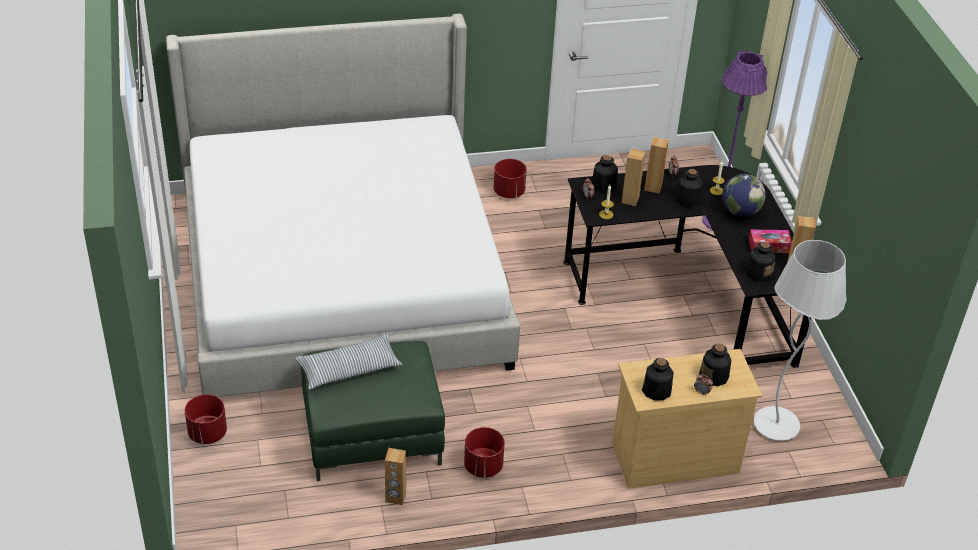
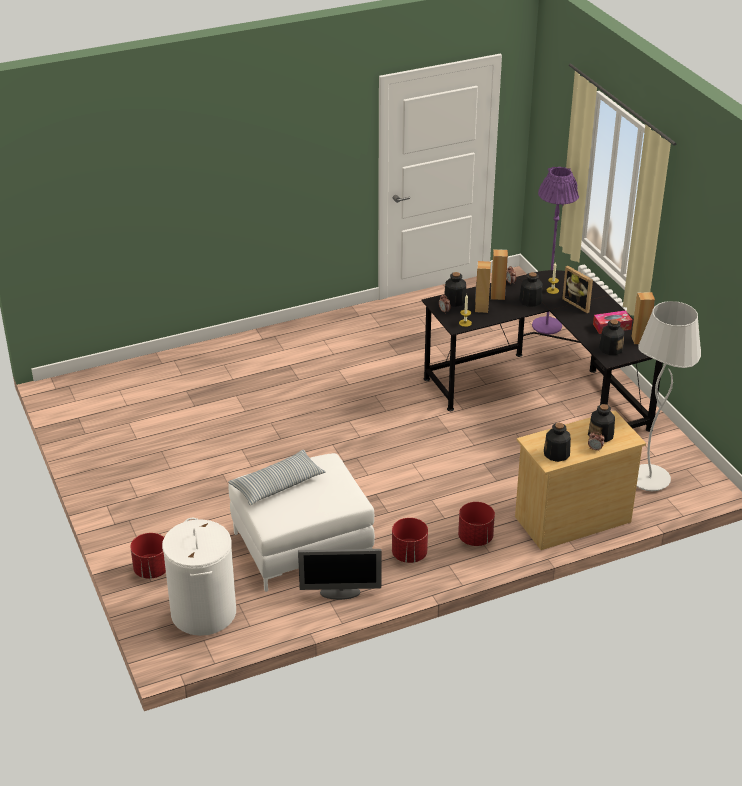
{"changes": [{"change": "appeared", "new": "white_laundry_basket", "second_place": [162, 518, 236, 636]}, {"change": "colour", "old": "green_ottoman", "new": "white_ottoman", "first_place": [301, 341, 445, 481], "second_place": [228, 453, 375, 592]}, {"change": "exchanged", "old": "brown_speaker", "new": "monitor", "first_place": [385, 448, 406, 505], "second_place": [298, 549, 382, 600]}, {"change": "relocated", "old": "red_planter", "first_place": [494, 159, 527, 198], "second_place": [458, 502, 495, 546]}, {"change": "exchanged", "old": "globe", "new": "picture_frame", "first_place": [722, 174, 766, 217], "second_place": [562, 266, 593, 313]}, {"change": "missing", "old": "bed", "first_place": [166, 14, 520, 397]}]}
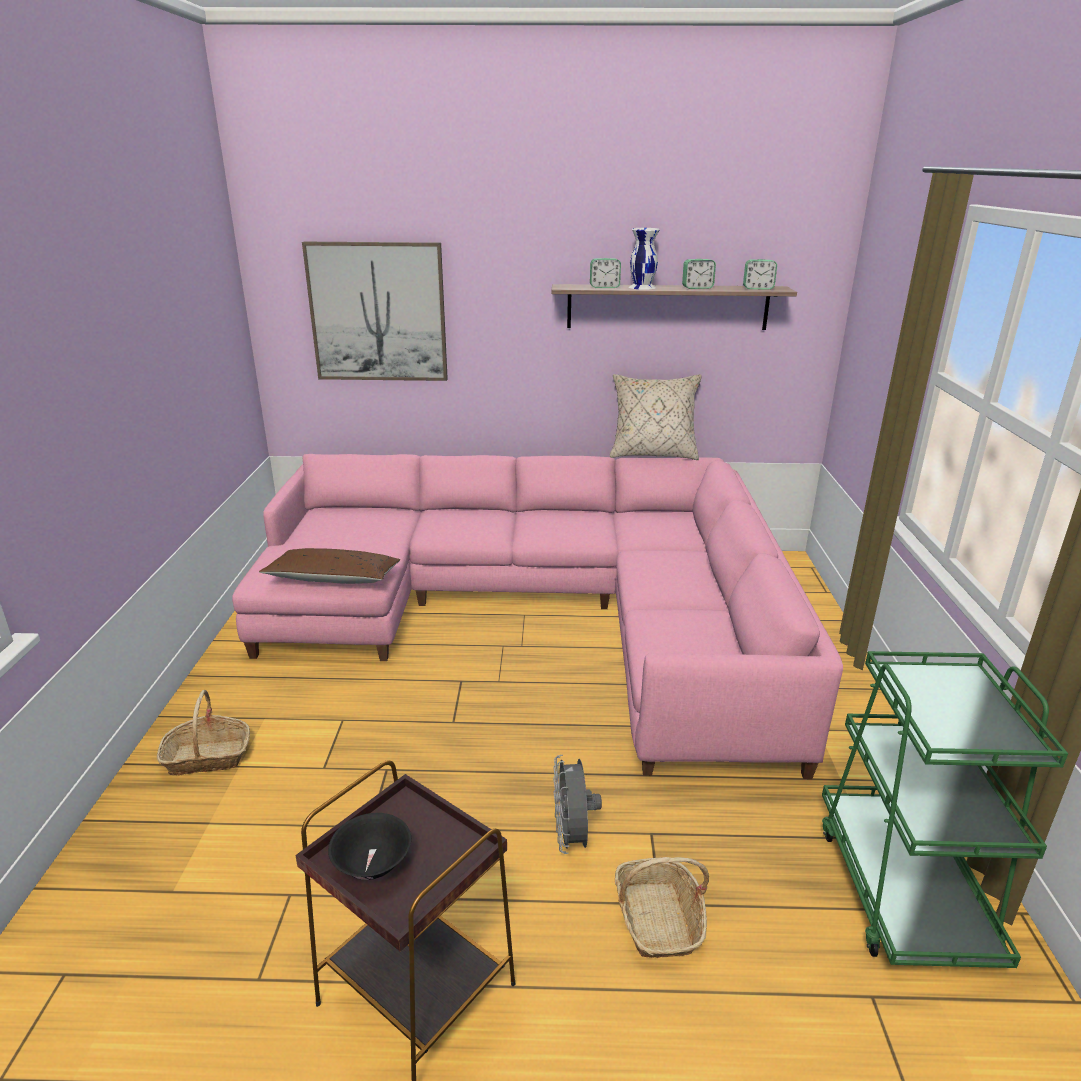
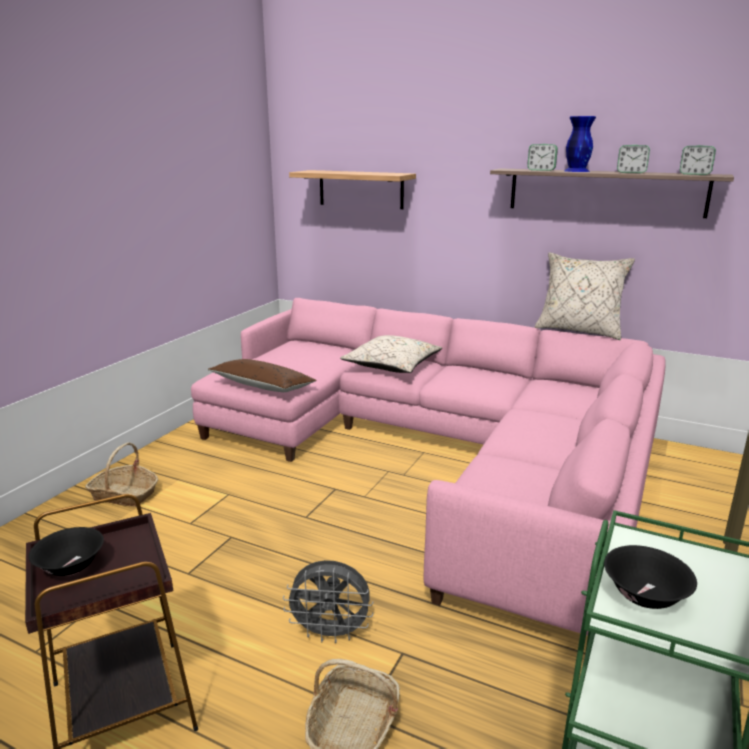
{"changes": [{"change": "spun", "old": "grey_fan", "first_place": [553, 755, 602, 854], "second_place": [283, 560, 373, 643], "degrees": -105}, {"change": "exchanged", "old": "picture", "new": "shelf", "first_place": [302, 242, 448, 381], "second_place": [289, 170, 416, 209]}, {"change": "appeared", "new": "beige_pillow", "second_place": [340, 335, 442, 373]}, {"change": "colour", "old": "white_vase", "new": "blue_vase", "first_place": [629, 228, 659, 290], "second_place": [565, 116, 596, 172]}, {"change": "appeared", "new": "black_bowl", "second_place": [604, 545, 697, 609]}]}
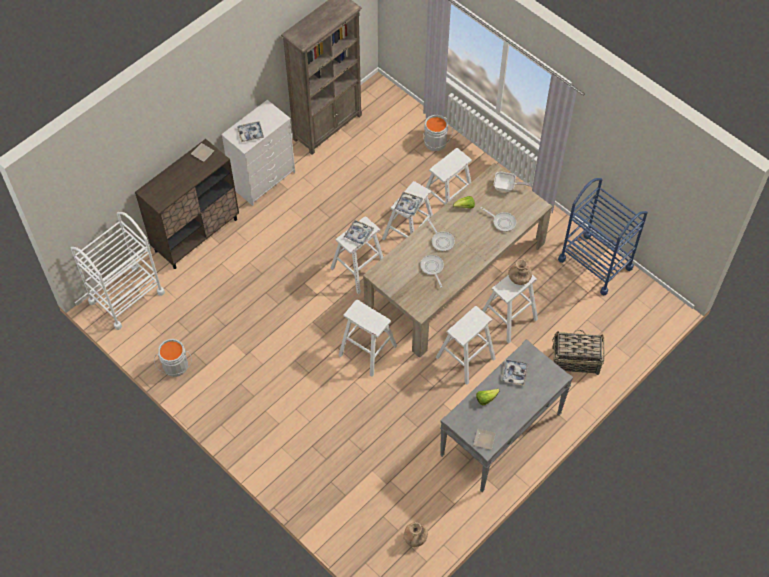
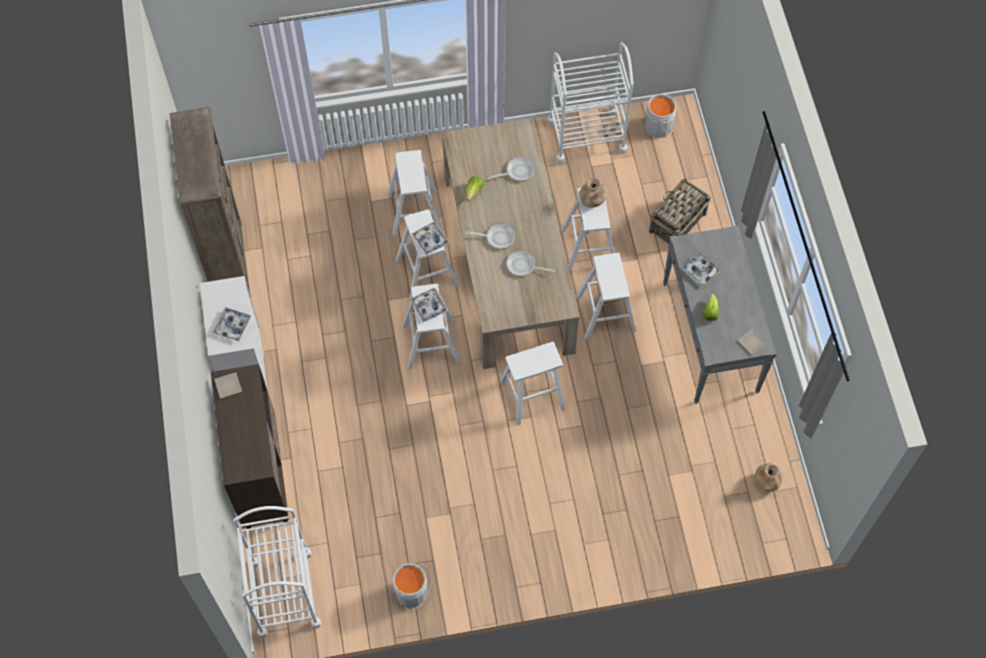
{"changes": [{"change": "colour", "old": "blue_cart", "new": "white_cart", "first_place": [558, 178, 648, 296], "second_place": [547, 42, 633, 164]}, {"change": "relocated", "old": "grey_bucket", "first_place": [423, 115, 453, 151], "second_place": [645, 94, 676, 138]}, {"change": "missing", "old": "frying_pan", "first_place": [494, 171, 530, 192]}]}
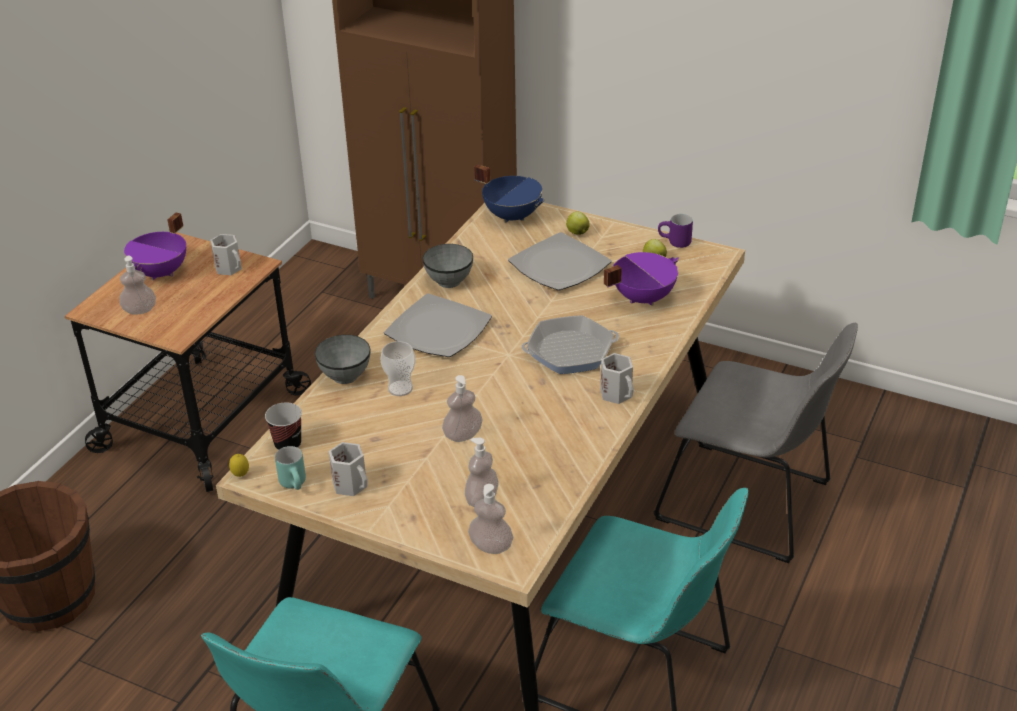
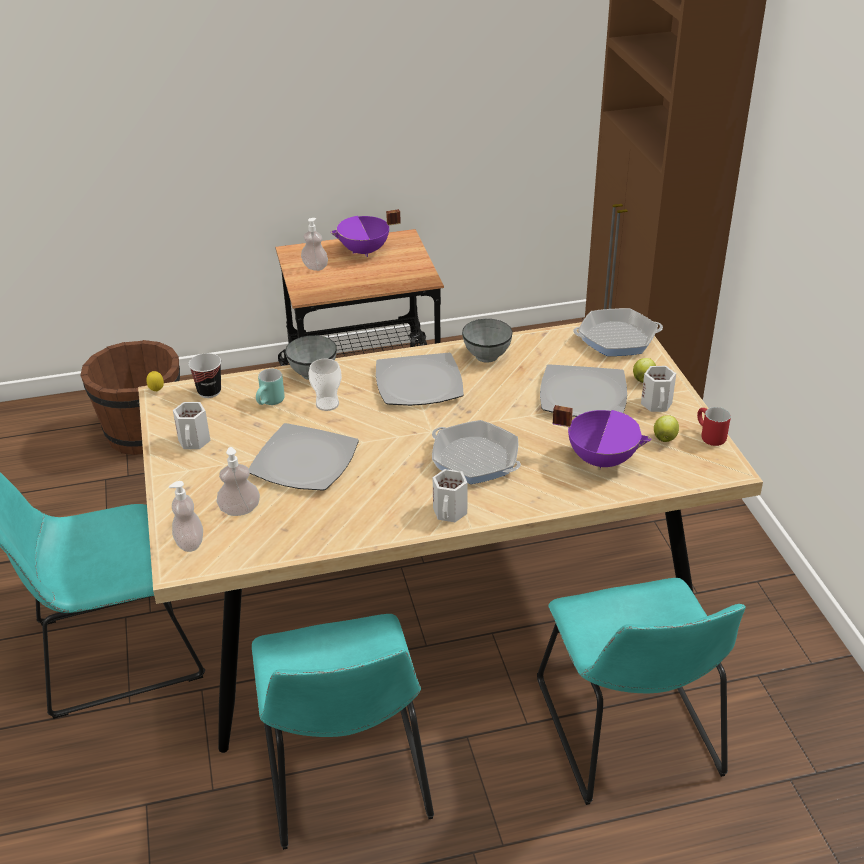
{"changes": [{"change": "exchanged", "old": "soap_dispenser", "new": "plate", "first_place": [442, 375, 483, 442], "second_place": [249, 423, 359, 491]}, {"change": "relocated", "old": "turquoise_mug", "first_place": [275, 446, 306, 490], "second_place": [256, 368, 285, 405]}, {"change": "colour", "old": "grey_chair", "new": "turquoise_chair", "first_place": [653, 323, 858, 563], "second_place": [537, 578, 746, 805]}, {"change": "exchanged", "old": "blue_cooking_pot", "new": "frying_pan", "first_place": [474, 164, 545, 223], "second_place": [573, 308, 663, 356]}, {"change": "relocated", "old": "white_mug", "first_place": [210, 234, 242, 275], "second_place": [641, 366, 676, 412]}, {"change": "colour", "old": "purple_mug", "new": "red_mug", "first_place": [658, 214, 693, 248], "second_place": [697, 407, 731, 446]}]}
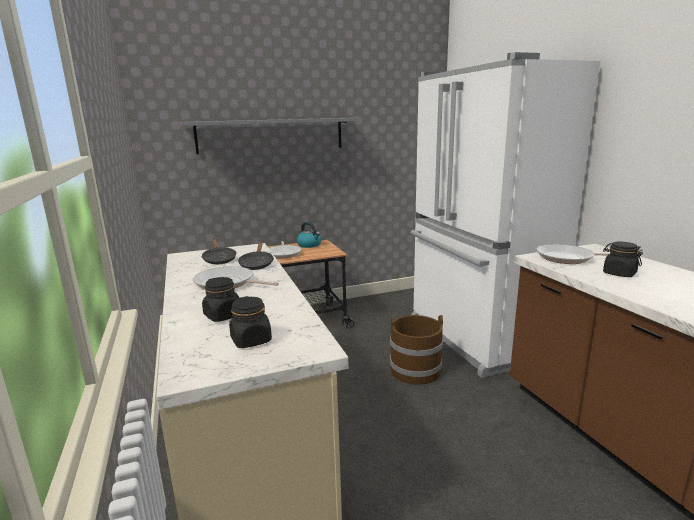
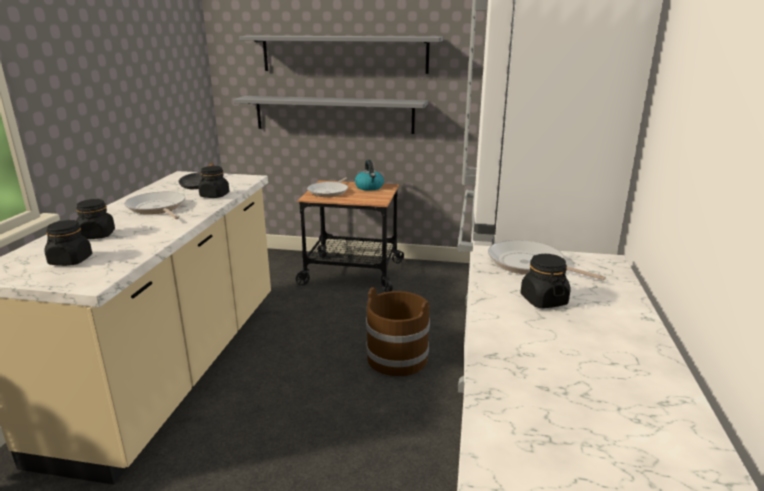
{"changes": [{"change": "exchanged", "old": "black_frying_pan", "new": "black_jar", "first_place": [238, 241, 274, 270], "second_place": [198, 166, 230, 198]}, {"change": "appeared", "new": "grey_shelf", "second_place": [233, 96, 428, 134]}]}
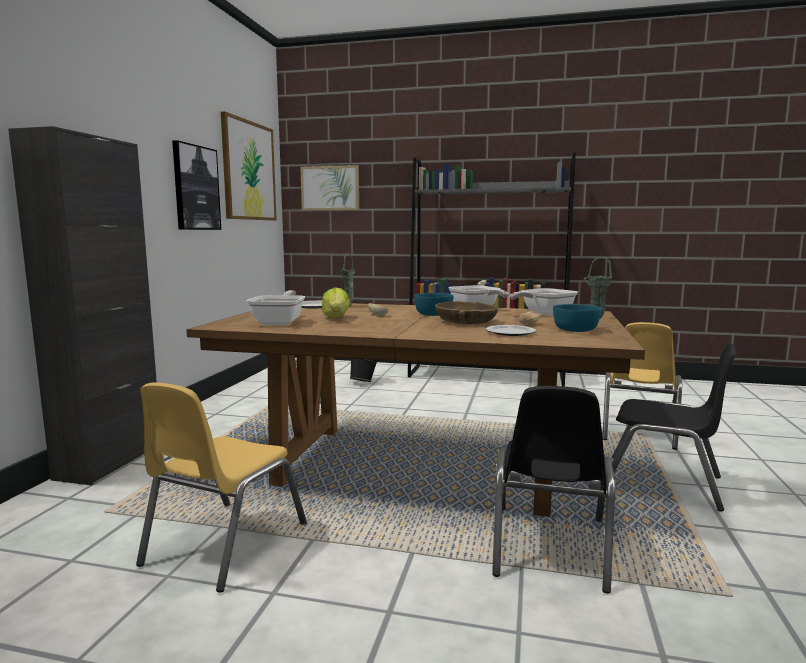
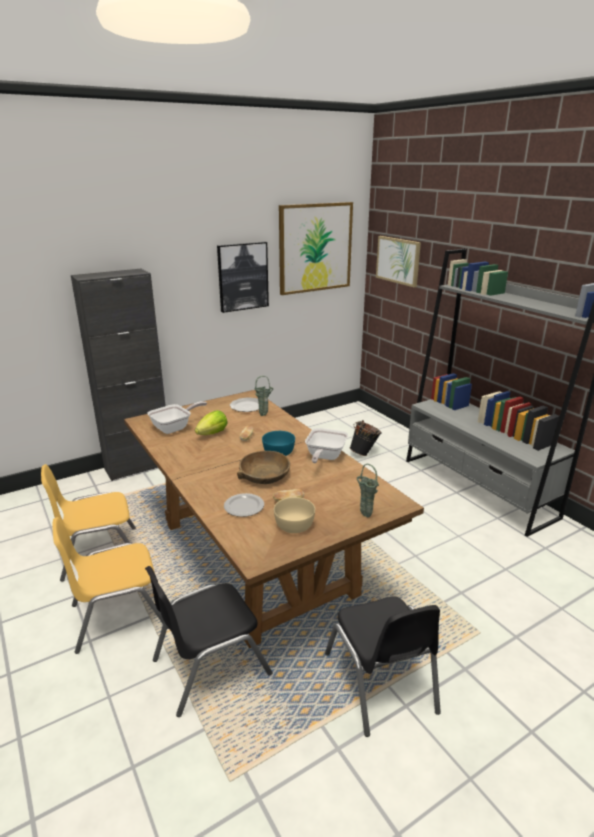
{"changes": [{"change": "relocated", "old": "yellow_chair", "first_place": [602, 322, 682, 450], "second_place": [53, 517, 169, 654]}, {"change": "colour", "old": "turquoise_bowl", "new": "beige_bowl", "first_place": [553, 304, 602, 332], "second_place": [274, 497, 315, 533]}, {"change": "missing", "old": "frying_pan", "first_place": [510, 288, 578, 316]}]}
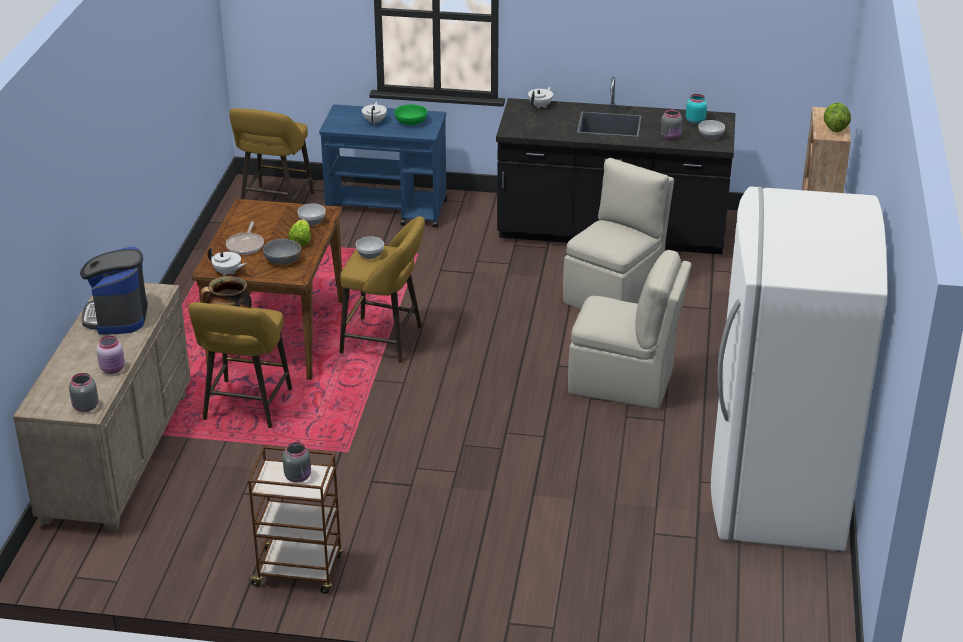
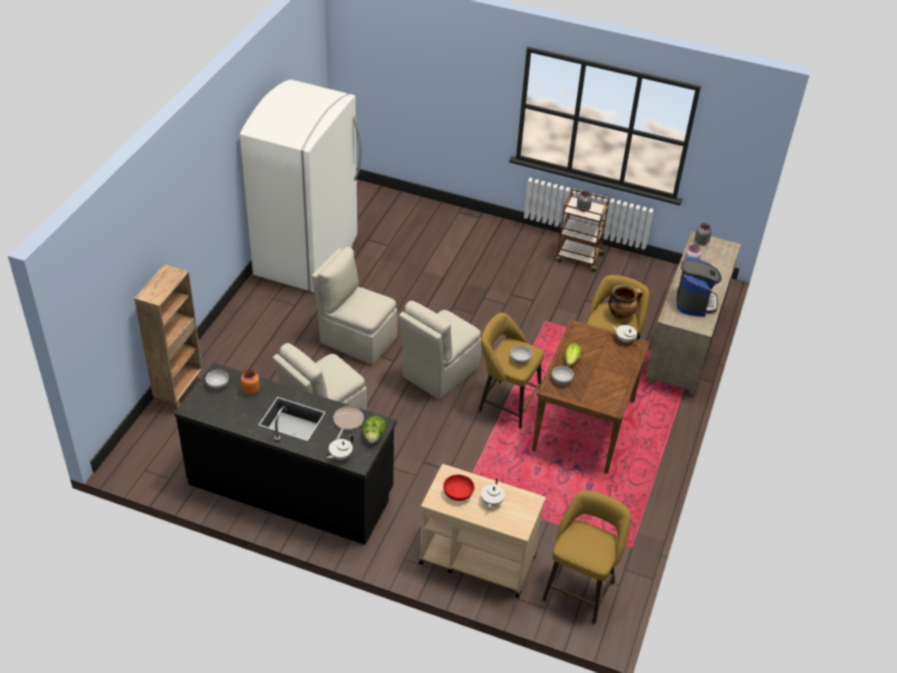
{"changes": [{"change": "colour", "old": "grey_jar", "new": "orange_jar", "first_place": [661, 109, 682, 140], "second_place": [241, 369, 260, 395]}, {"change": "relocated", "old": "frying_pan", "first_place": [226, 221, 264, 255], "second_place": [333, 406, 364, 440]}, {"change": "relocated", "old": "lettuce", "first_place": [824, 103, 851, 132], "second_place": [362, 416, 386, 444]}, {"change": "appeared", "new": "beige_chair", "second_place": [399, 301, 481, 399]}, {"change": "colour", "old": "blue_cart", "new": "beige_cart", "first_place": [319, 105, 447, 228], "second_place": [419, 464, 546, 598]}, {"change": "colour", "old": "green_bowl", "new": "red_bowl", "first_place": [394, 104, 427, 125], "second_place": [443, 475, 475, 501]}, {"change": "missing", "old": "grey_bowl", "first_place": [263, 239, 301, 265]}, {"change": "missing", "old": "turquoise_jar", "first_place": [686, 94, 707, 125]}]}
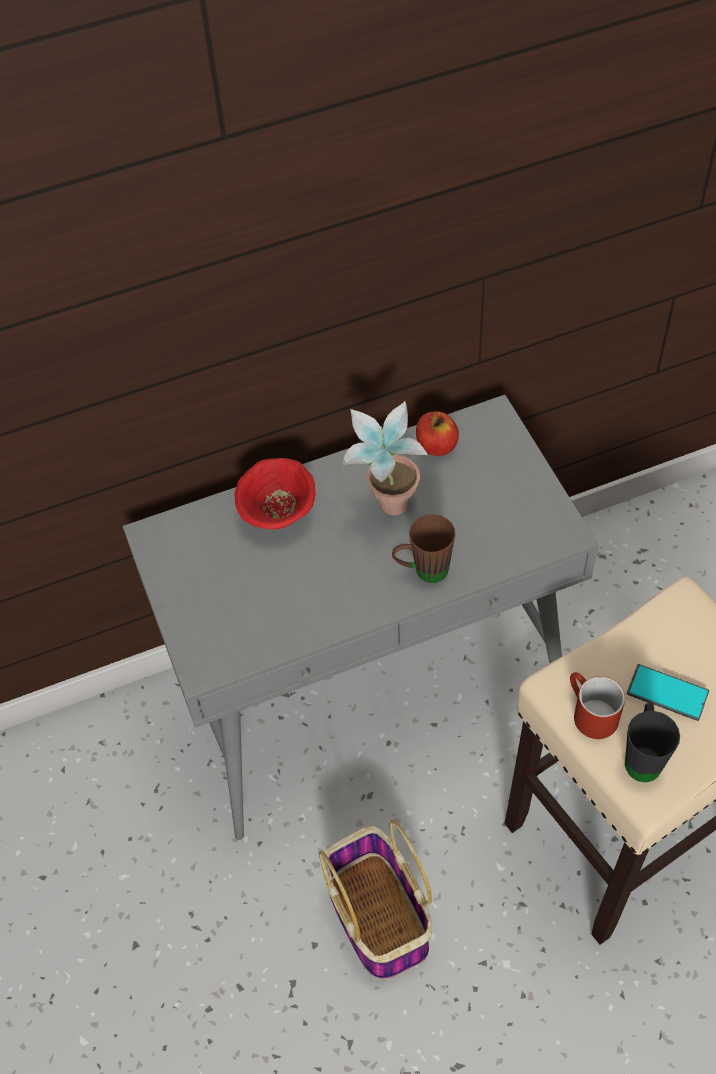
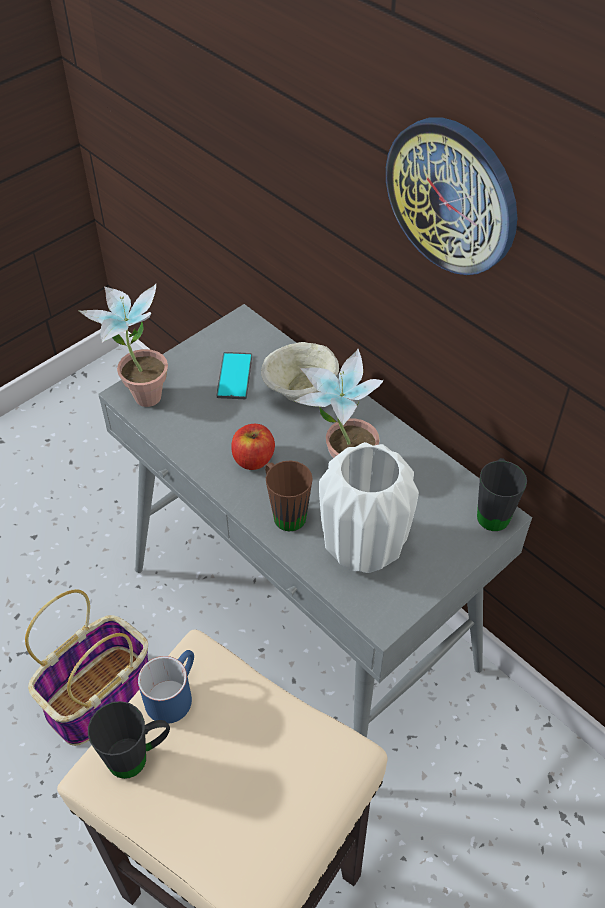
{"changes": [{"change": "appeared", "new": "potted_plant", "second_place": [79, 284, 168, 407]}, {"change": "colour", "old": "red_mug", "new": "blue_mug", "first_place": [570, 672, 625, 739], "second_place": [138, 650, 194, 724]}, {"change": "relocated", "old": "phone", "first_place": [627, 664, 709, 721], "second_place": [217, 352, 252, 399]}, {"change": "relocated", "old": "apple", "first_place": [416, 411, 459, 456], "second_place": [231, 424, 275, 470]}, {"change": "colour", "old": "red_bowl", "new": "beige_bowl", "first_place": [234, 458, 316, 529], "second_place": [261, 342, 339, 402]}, {"change": "appeared", "new": "white_vase", "second_place": [319, 442, 419, 573]}, {"change": "appeared", "new": "wall_clock", "second_place": [386, 117, 517, 275]}, {"change": "appeared", "new": "black_mug", "second_place": [477, 458, 527, 531]}]}
